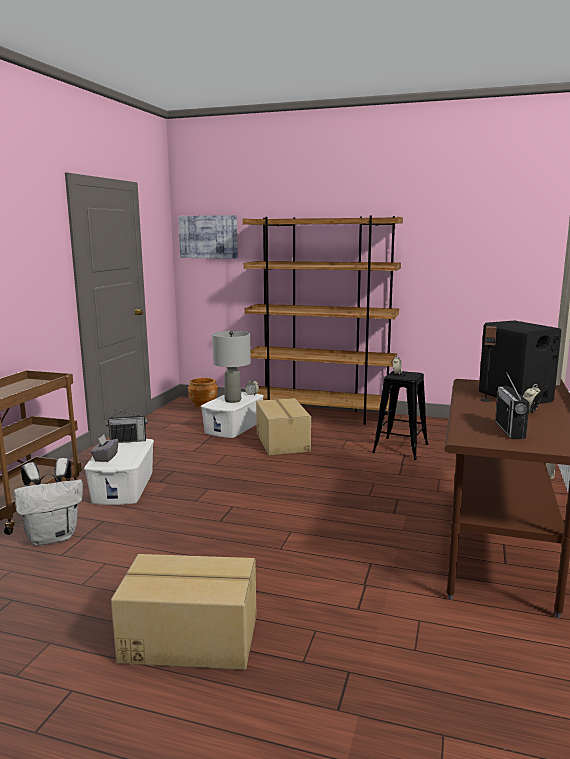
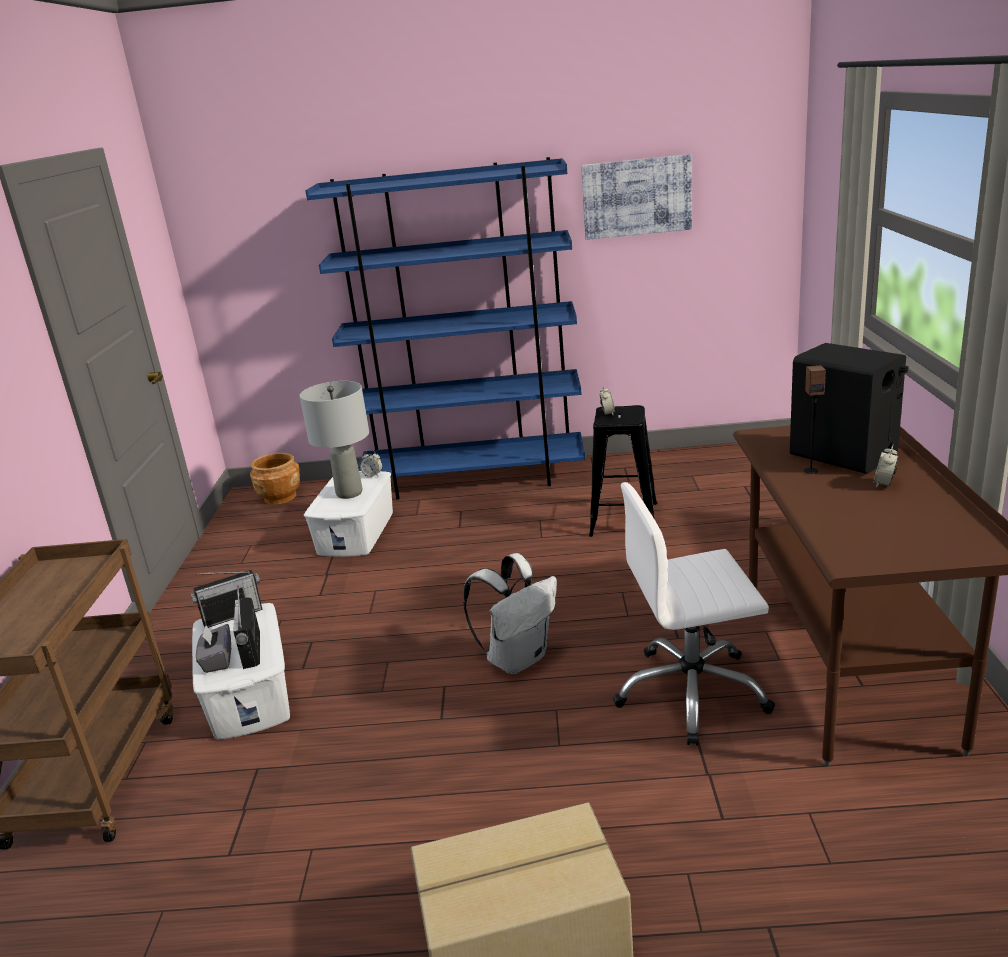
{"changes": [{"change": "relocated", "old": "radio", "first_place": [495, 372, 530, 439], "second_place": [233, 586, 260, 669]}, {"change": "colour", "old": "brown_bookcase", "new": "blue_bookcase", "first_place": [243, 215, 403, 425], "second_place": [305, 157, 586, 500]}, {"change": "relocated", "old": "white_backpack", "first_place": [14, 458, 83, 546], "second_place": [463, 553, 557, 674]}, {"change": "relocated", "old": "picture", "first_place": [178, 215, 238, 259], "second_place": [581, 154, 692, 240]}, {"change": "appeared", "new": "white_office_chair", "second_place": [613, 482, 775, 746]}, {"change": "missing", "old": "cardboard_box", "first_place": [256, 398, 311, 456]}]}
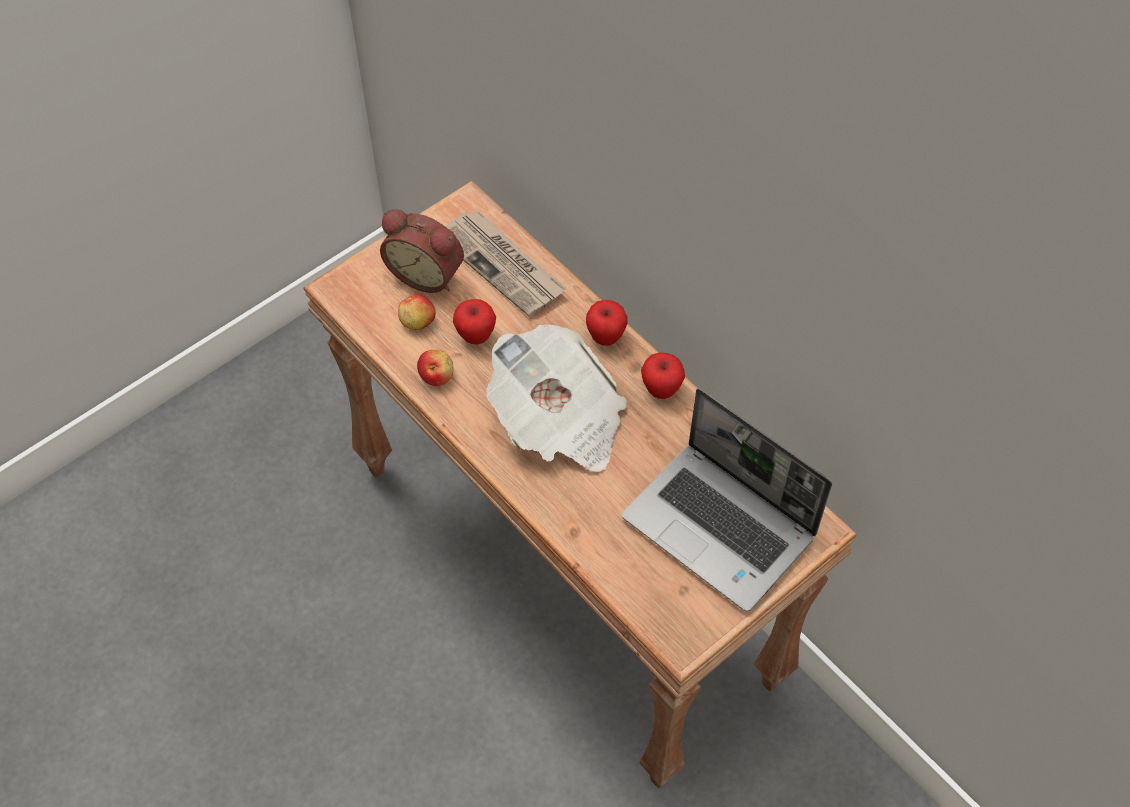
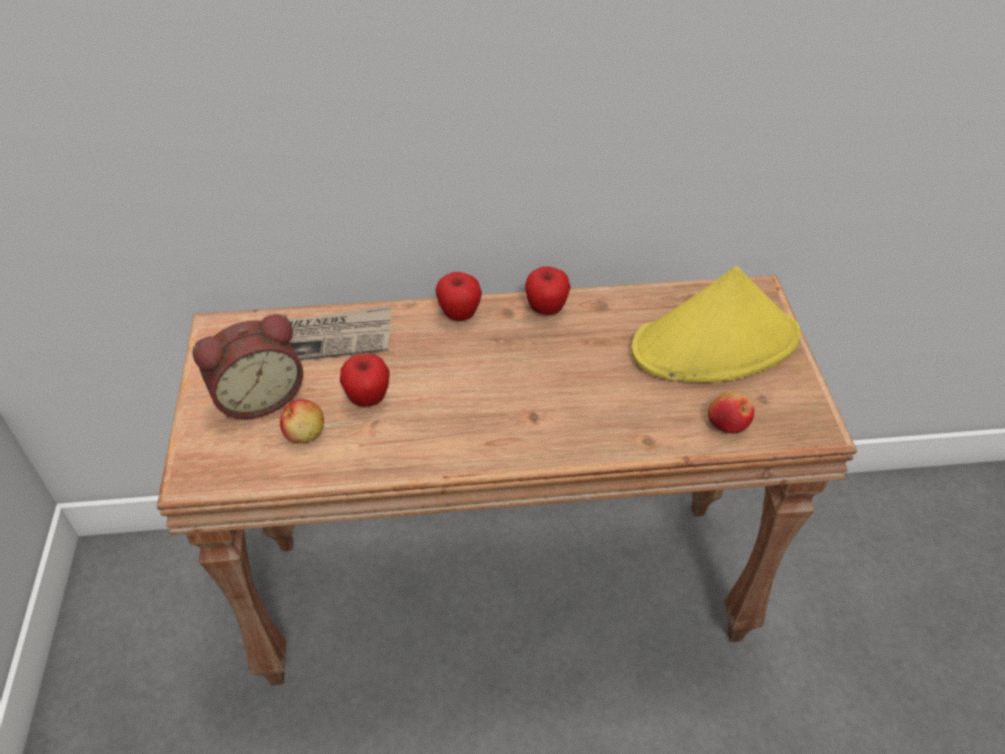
{"changes": [{"change": "exchanged", "old": "laptop", "new": "yellow_hat", "first_place": [622, 388, 832, 612], "second_place": [631, 266, 801, 382]}, {"change": "relocated", "old": "apple", "first_place": [417, 350, 454, 386], "second_place": [708, 392, 754, 433]}, {"change": "missing", "old": "newspaper", "first_place": [486, 324, 627, 472]}]}
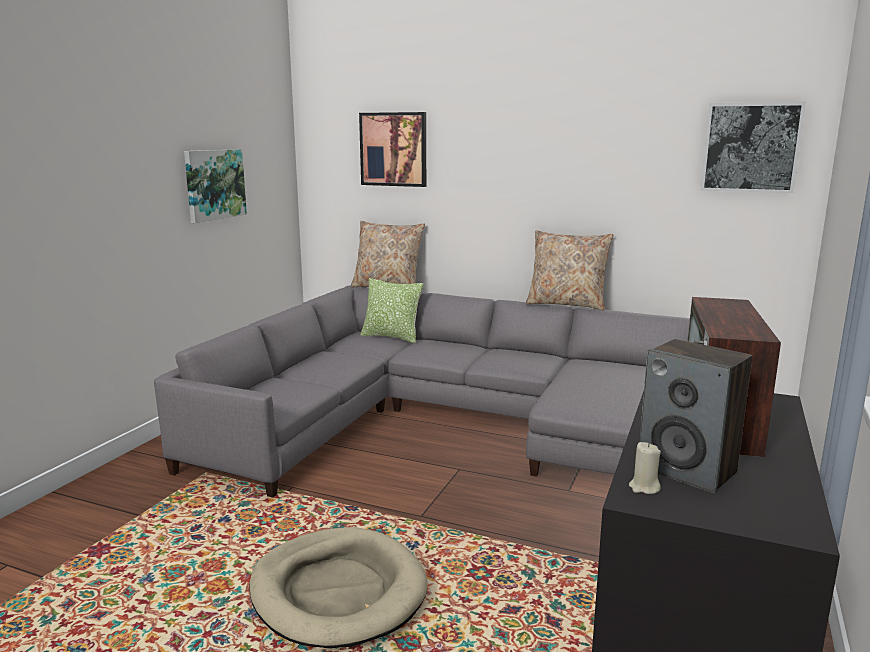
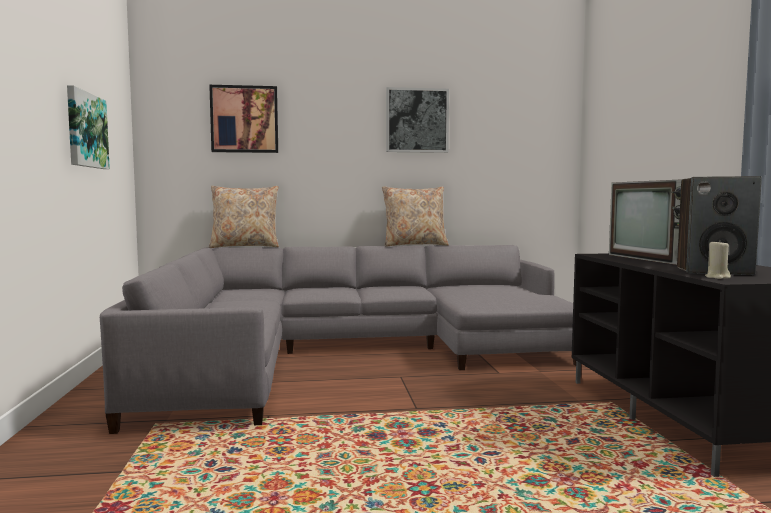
{"changes": [{"change": "relocated", "old": "picture", "first_place": [701, 102, 806, 193], "second_place": [386, 87, 449, 153]}, {"change": "missing", "old": "beige_dog_bed", "first_place": [249, 527, 427, 648]}, {"change": "missing", "old": "pillow", "first_place": [361, 278, 423, 343]}]}
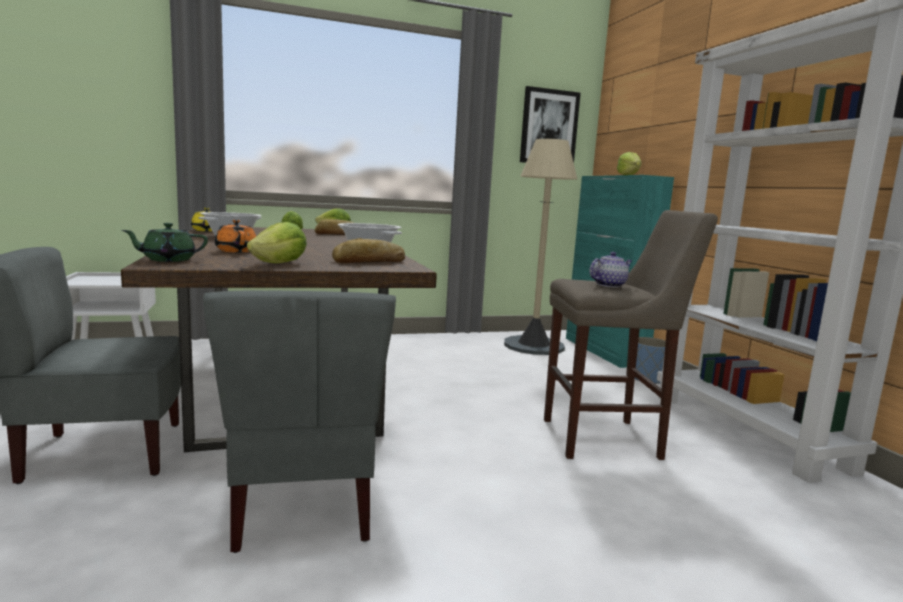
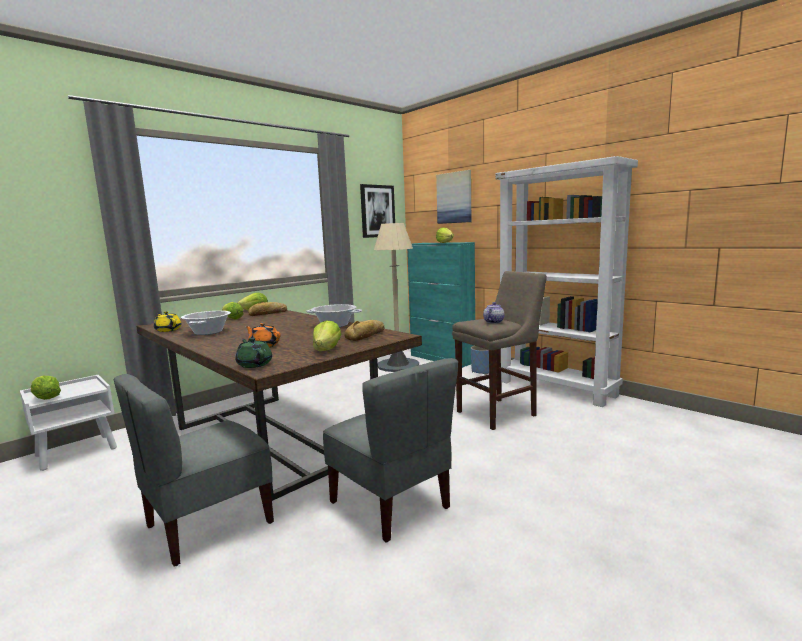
{"changes": [{"change": "appeared", "new": "lettuce", "second_place": [31, 376, 61, 400]}, {"change": "spun", "old": "green_teapot", "first_place": [122, 223, 208, 262], "second_place": [235, 338, 272, 368], "degrees": 105}, {"change": "appeared", "new": "picture", "second_place": [436, 170, 471, 224]}]}
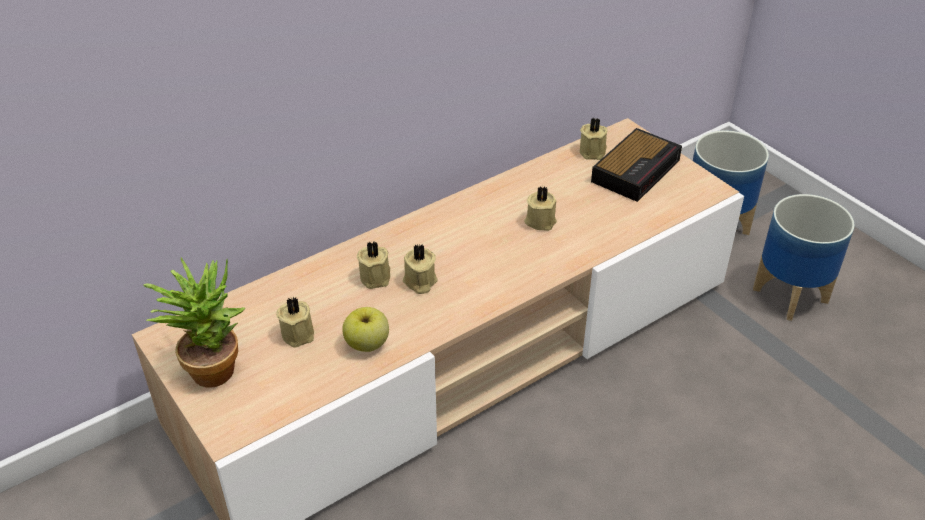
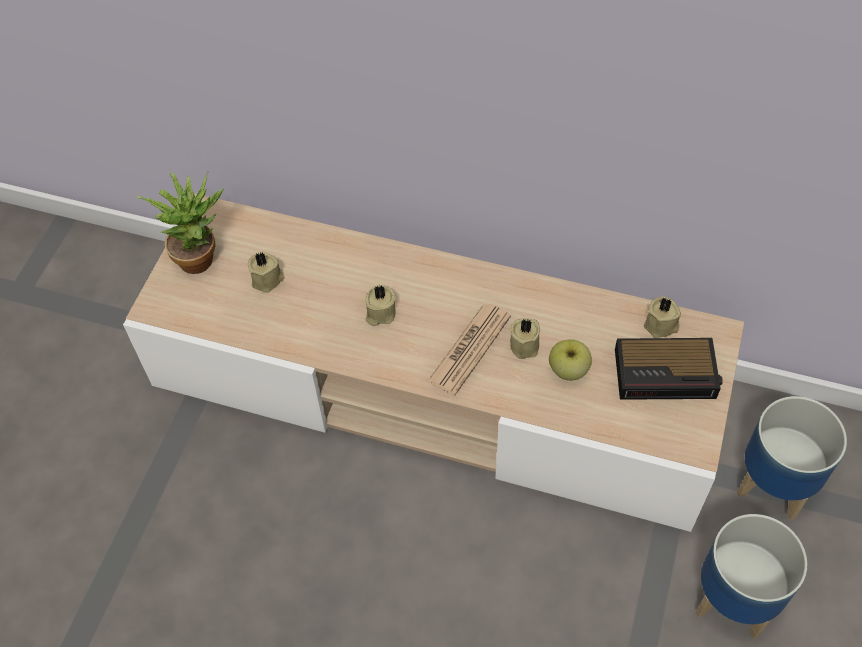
{"changes": [{"change": "appeared", "new": "newspaper", "second_place": [427, 304, 511, 396]}, {"change": "relocated", "old": "apple", "first_place": [342, 307, 389, 352], "second_place": [549, 339, 592, 381]}, {"change": "missing", "old": "beige_candle", "first_place": [357, 241, 390, 289]}]}
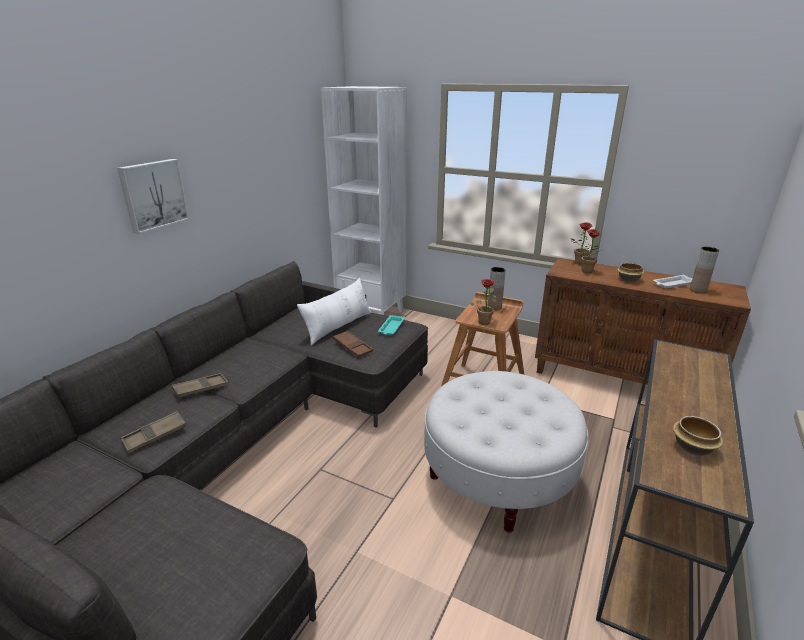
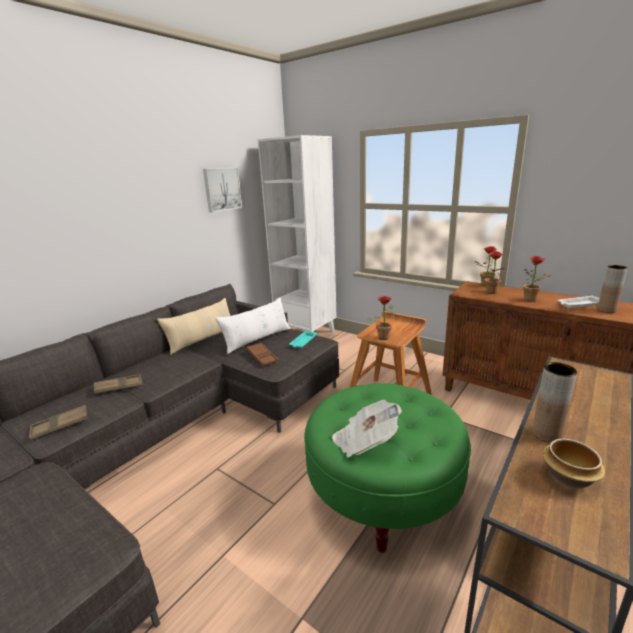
{"changes": [{"change": "appeared", "new": "beige_pillow", "second_place": [157, 298, 230, 355]}, {"change": "relocated", "old": "picture", "first_place": [117, 159, 189, 234], "second_place": [203, 167, 242, 212]}, {"change": "colour", "old": "white_ottoman", "new": "green_ottoman", "first_place": [424, 371, 589, 533], "second_place": [304, 383, 471, 553]}, {"change": "appeared", "new": "newspaper", "second_place": [332, 400, 402, 458]}, {"change": "exchanged", "old": "bowl", "new": "potted_plant", "first_place": [617, 263, 645, 282], "second_place": [523, 256, 552, 302]}, {"change": "relocated", "old": "brown_vase", "first_place": [488, 267, 506, 310], "second_place": [532, 362, 577, 443]}]}
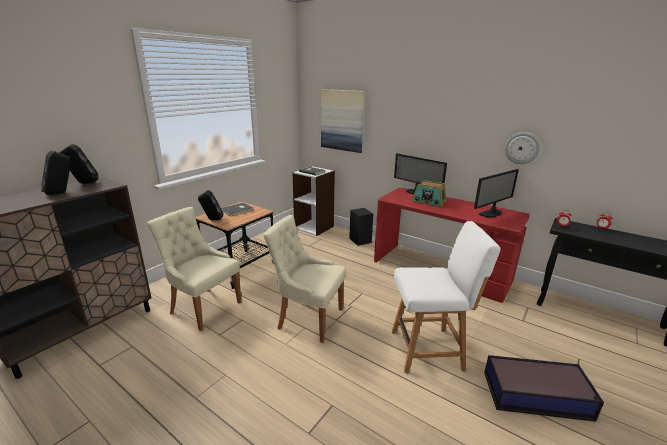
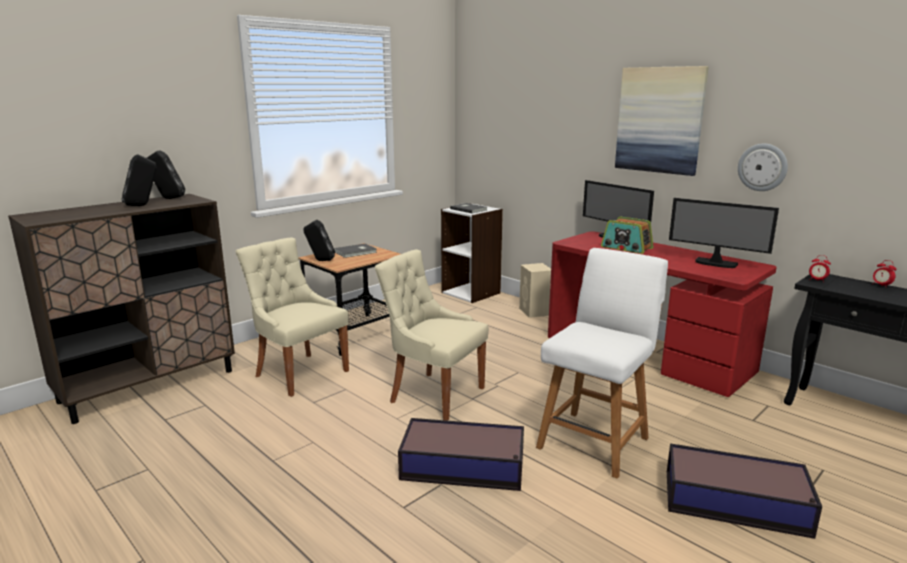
{"changes": [{"change": "appeared", "new": "storage_box", "second_place": [398, 418, 524, 491]}, {"change": "colour", "old": "black_speaker", "new": "beige_speaker", "first_place": [349, 208, 373, 246], "second_place": [519, 263, 551, 318]}, {"change": "spun", "old": "white_chair", "first_place": [392, 221, 501, 374], "second_place": [536, 248, 668, 478], "degrees": -60}, {"change": "relocated", "old": "picture", "first_place": [321, 89, 365, 153], "second_place": [615, 66, 709, 176]}, {"change": "spun", "old": "monitor", "first_place": [474, 169, 519, 218], "second_place": [669, 198, 779, 268], "degrees": 60}]}
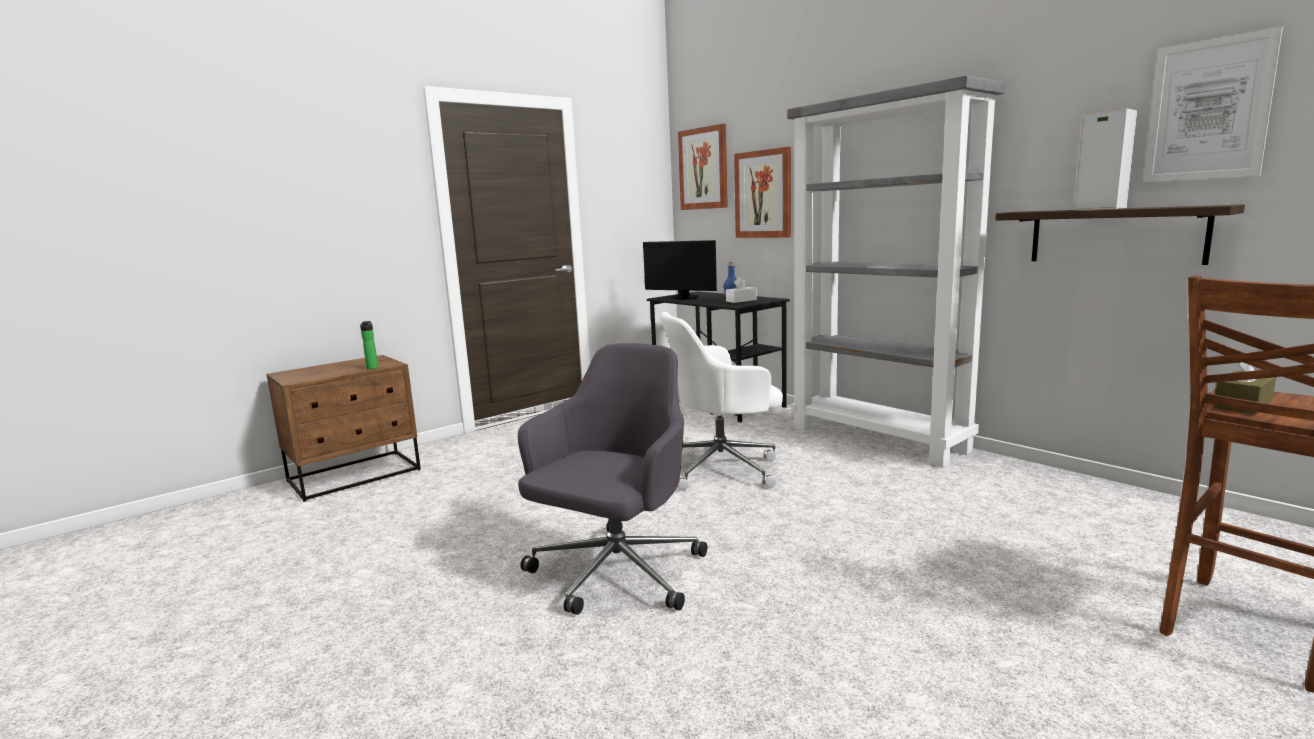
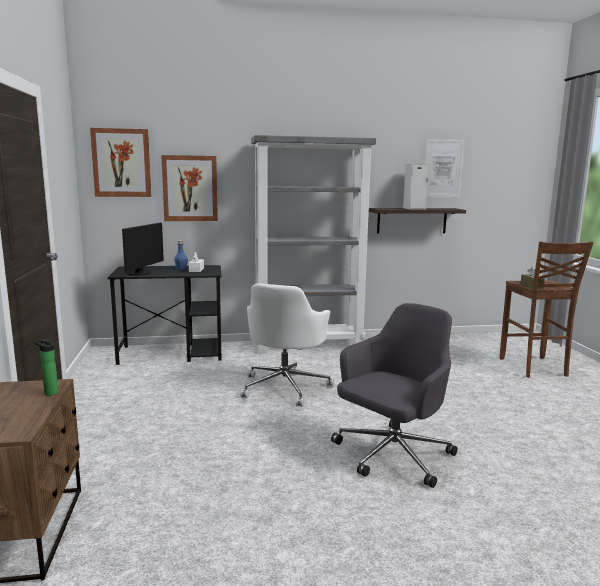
{"changes": [{"change": "spun", "old": "monitor", "first_place": [643, 240, 717, 300], "second_place": [122, 222, 164, 276], "degrees": -45}, {"change": "spun", "old": "grey_office_chair", "first_place": [518, 343, 707, 615], "second_place": [331, 303, 458, 488], "degrees": 75}]}
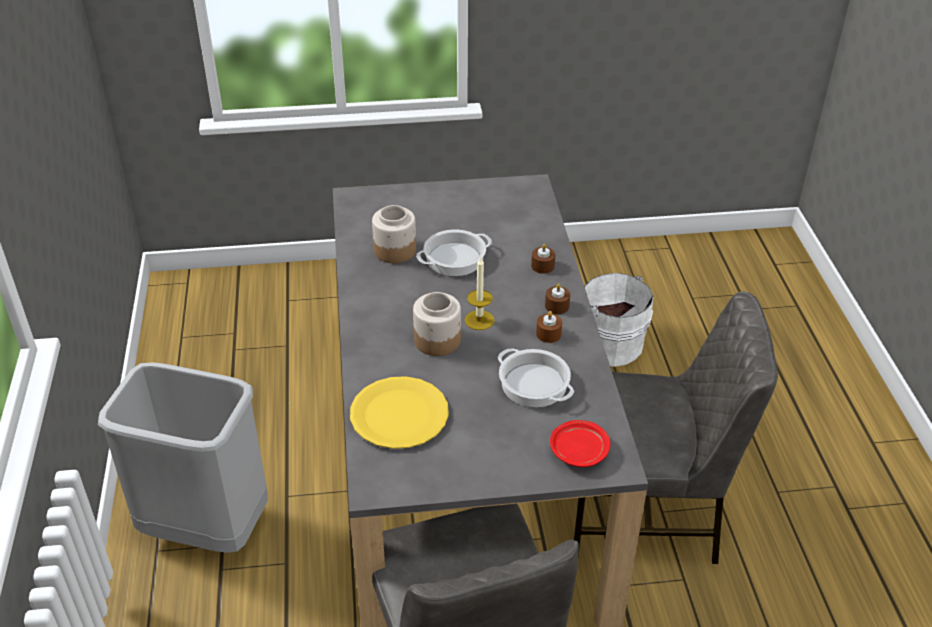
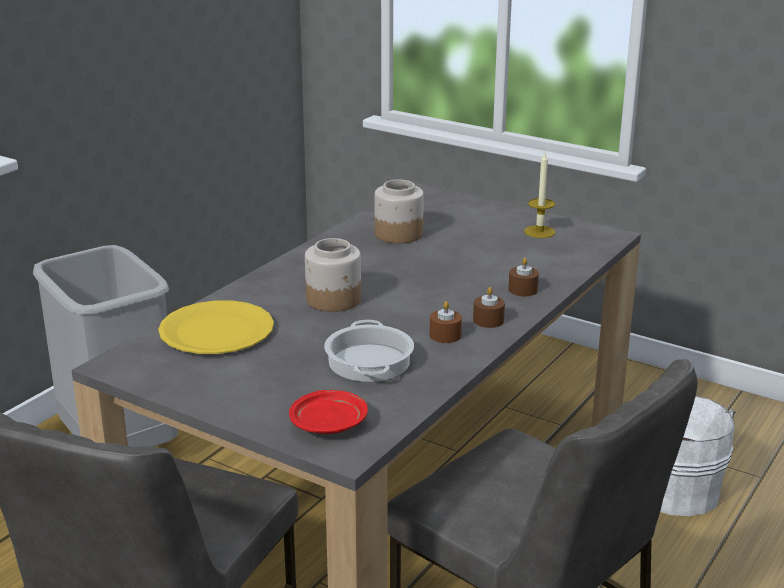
{"changes": [{"change": "relocated", "old": "candle", "first_place": [465, 256, 494, 330], "second_place": [524, 153, 555, 238]}, {"change": "missing", "old": "cooking_pot", "first_place": [416, 230, 492, 276]}]}
